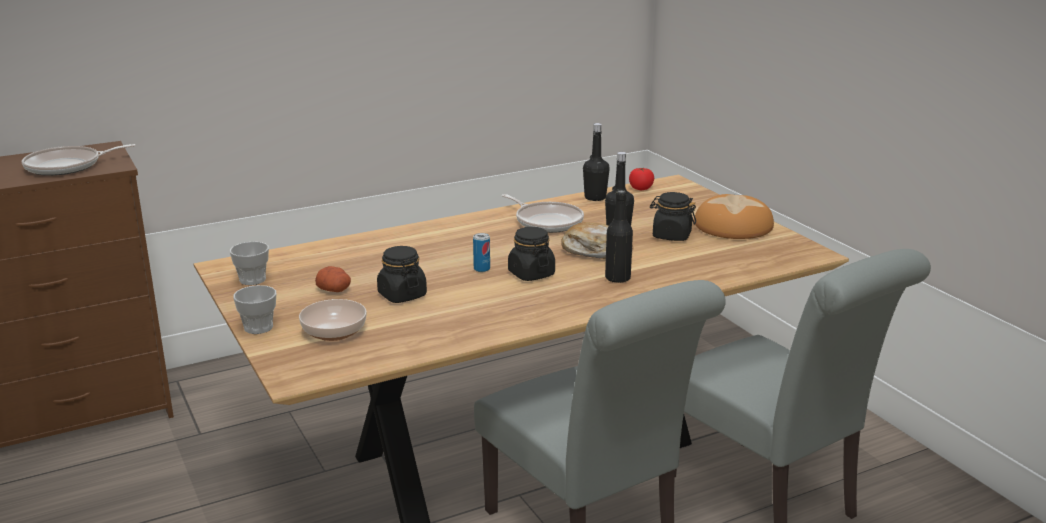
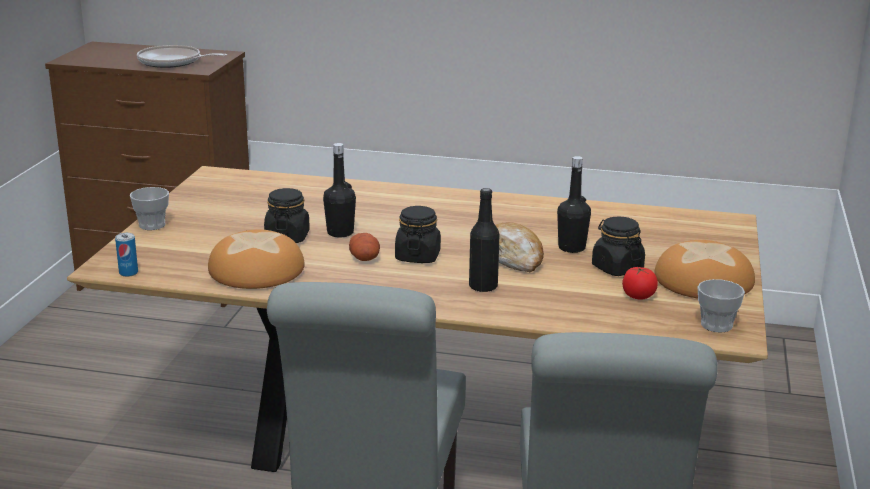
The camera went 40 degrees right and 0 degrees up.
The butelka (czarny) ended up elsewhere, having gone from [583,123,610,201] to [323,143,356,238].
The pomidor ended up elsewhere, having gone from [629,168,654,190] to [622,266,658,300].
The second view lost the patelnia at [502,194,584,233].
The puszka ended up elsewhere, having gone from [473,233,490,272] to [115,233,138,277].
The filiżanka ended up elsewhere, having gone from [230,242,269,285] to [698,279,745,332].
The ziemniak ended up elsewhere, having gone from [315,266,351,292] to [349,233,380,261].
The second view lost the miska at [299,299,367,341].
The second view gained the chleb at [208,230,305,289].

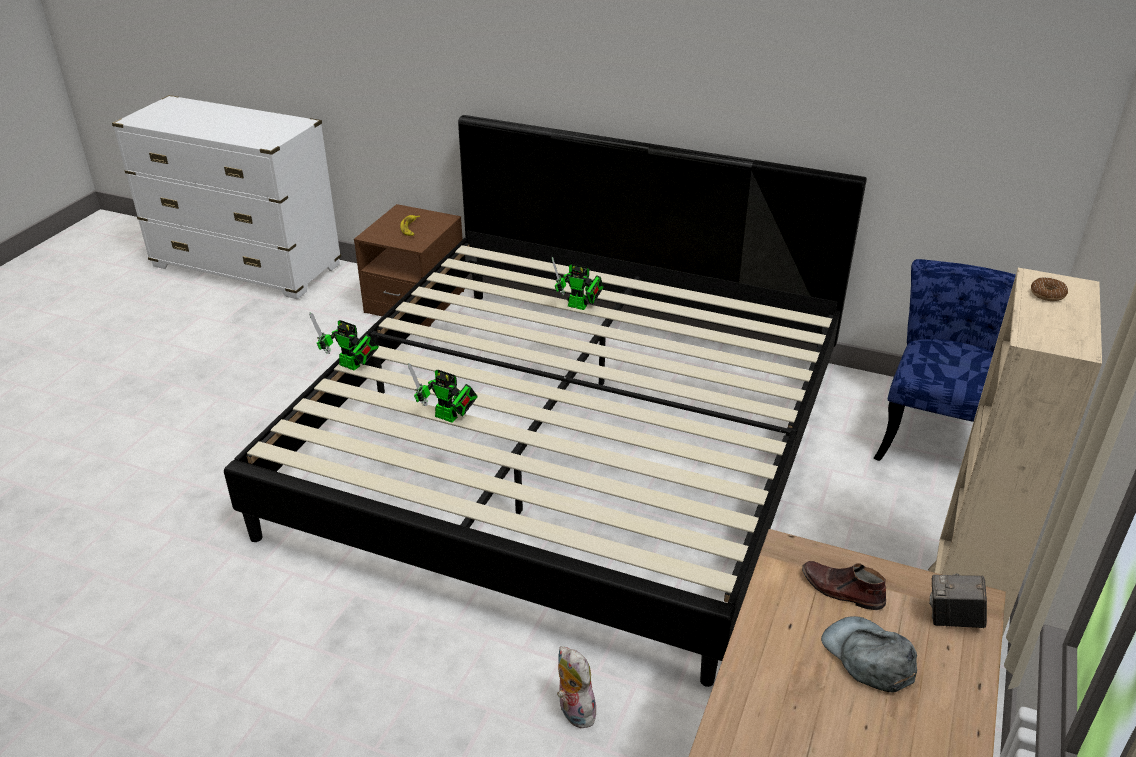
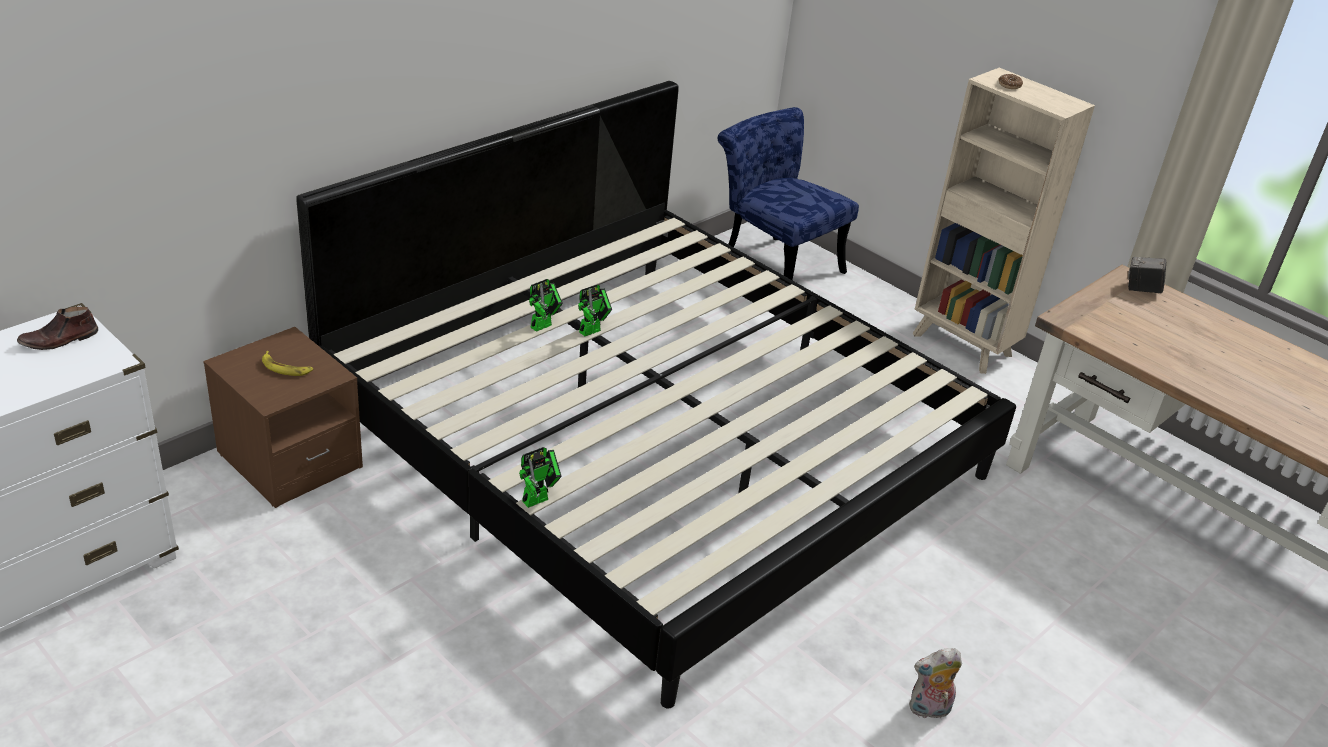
The camera went 70 degrees left and 0 degrees up.
The robot zabawkowy ended up elsewhere, having gone from [408,363,478,423] to [578,285,612,337].
The but (brązowy) ended up elsewhere, having gone from [802,561,886,610] to [17,307,98,350].
The aparat fotograficzny at [929,573,987,628] ended up facing another way, 75 degrees clockwise from before.
The second view lost the czapka z daszkiem (szary) at [821,616,917,693].
The pluszak ended up elsewhere, having gone from [557,646,600,728] to [909,648,962,718].

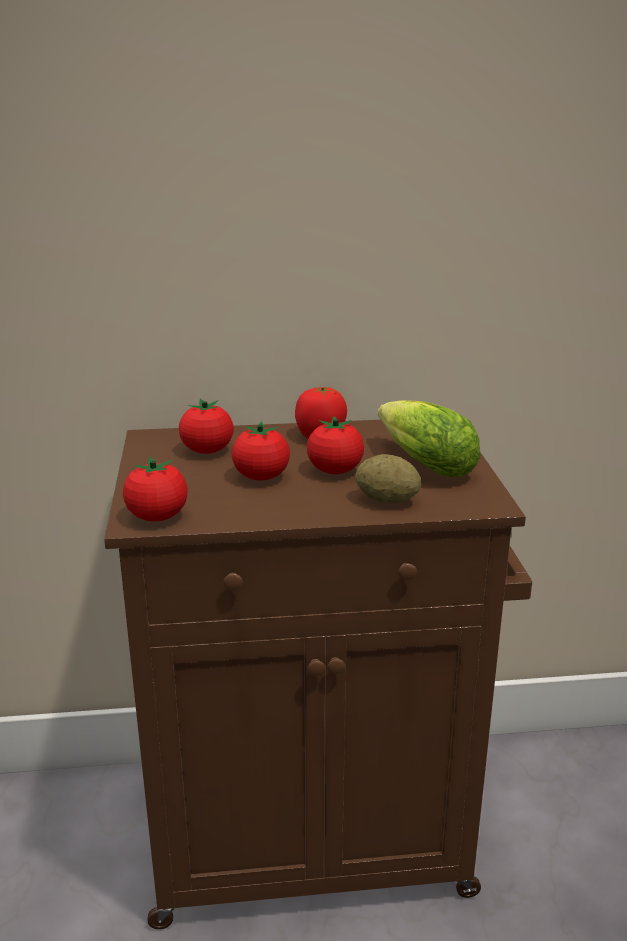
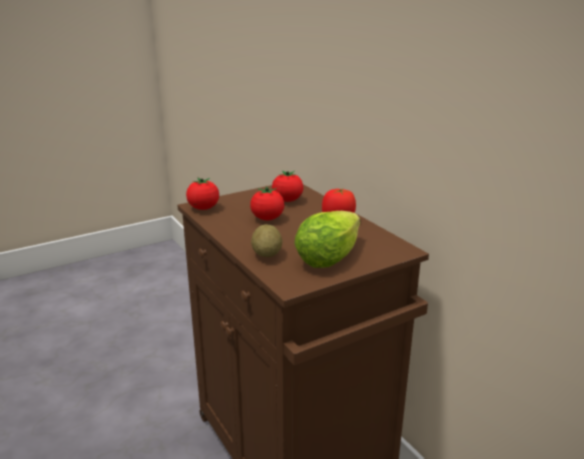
The camera went 65 degrees right and 0 degrees up.
The second view lost the pomidor at [307,416,364,474].

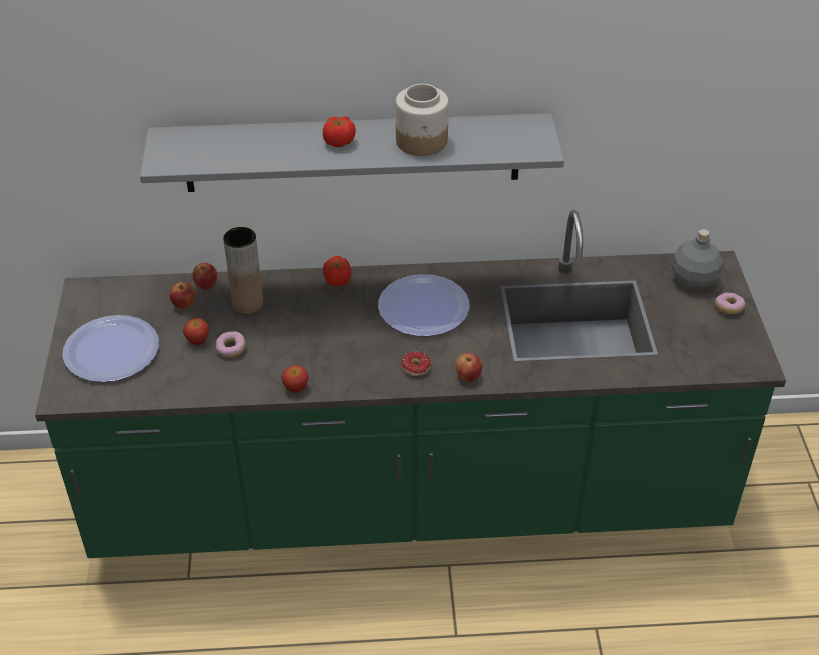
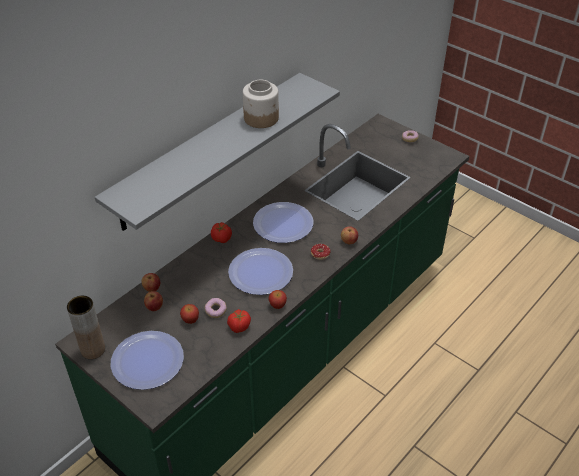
The camera went 45 degrees left and 0 degrees up.
The pomidor ended up elsewhere, having gone from [323,116,356,147] to [227,309,251,333].
The wazon (brązowy) ended up elsewhere, having gone from [223,227,263,314] to [67,296,105,359].
The second view lost the butelka (szary) at [672,229,723,289].
The second view gained the talerz at [228,248,293,295].

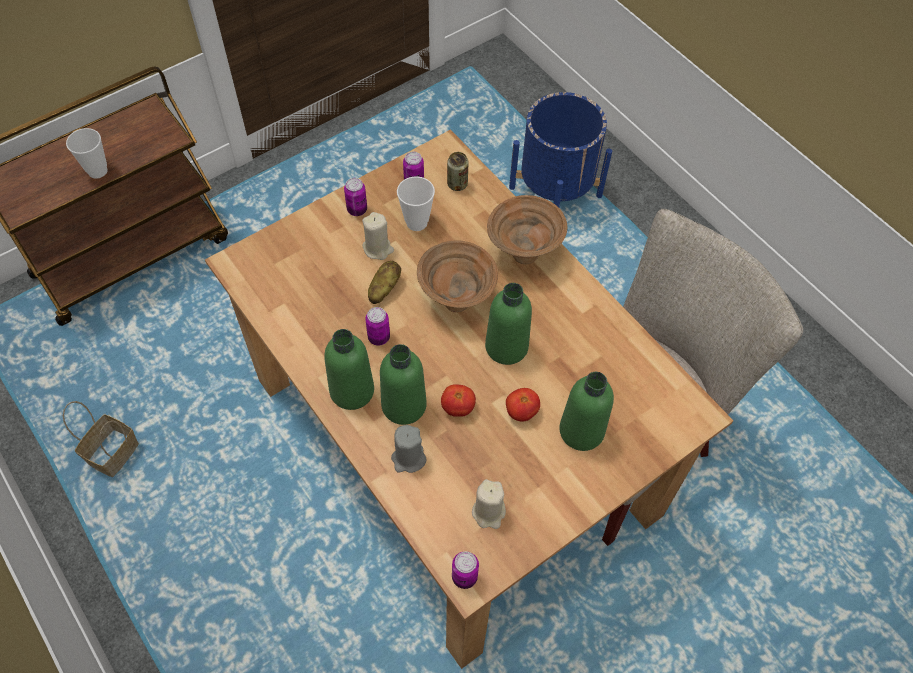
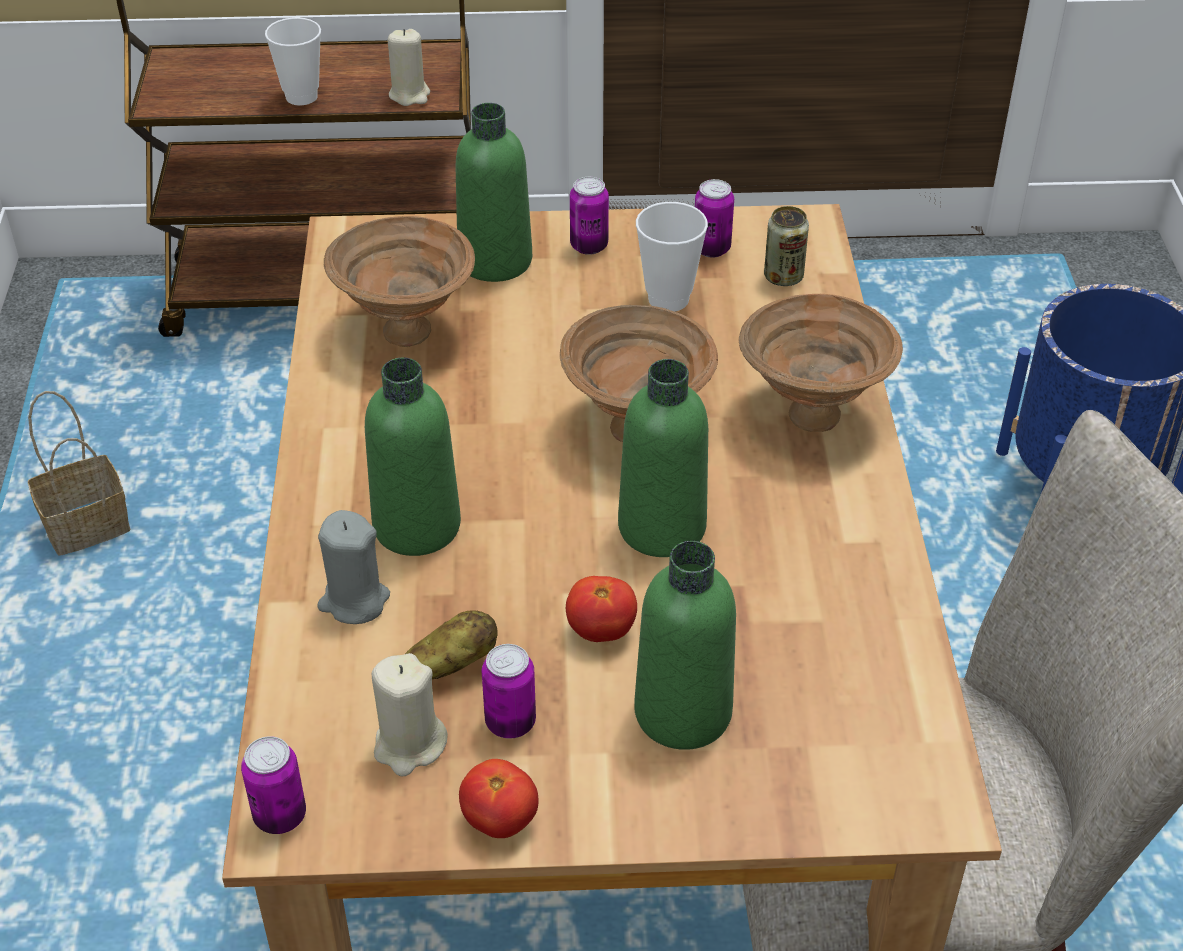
The camera went 35 degrees right and 15 degrees down.
The świeca (beżowy) ended up elsewhere, having gone from [362,212,394,260] to [388,29,430,106].
The ziemniak ended up elsewhere, having gone from [368,261,401,304] to [405,610,498,679].
The puszka ended up elsewhere, having gone from [365,307,390,346] to [482,644,536,739].
The butelka (zielony) ended up elsewhere, having gone from [324,329,374,410] to [455,103,532,282].
The pomidor ended up elsewhere, having gone from [441,384,476,417] to [459,759,539,838].
The second view gained the miska (brązowy) at [324,216,475,347].

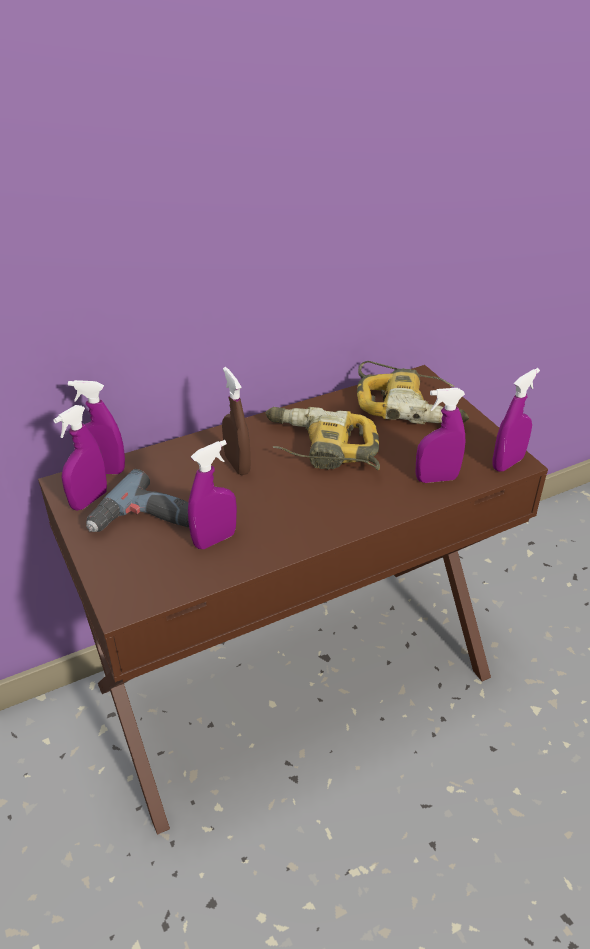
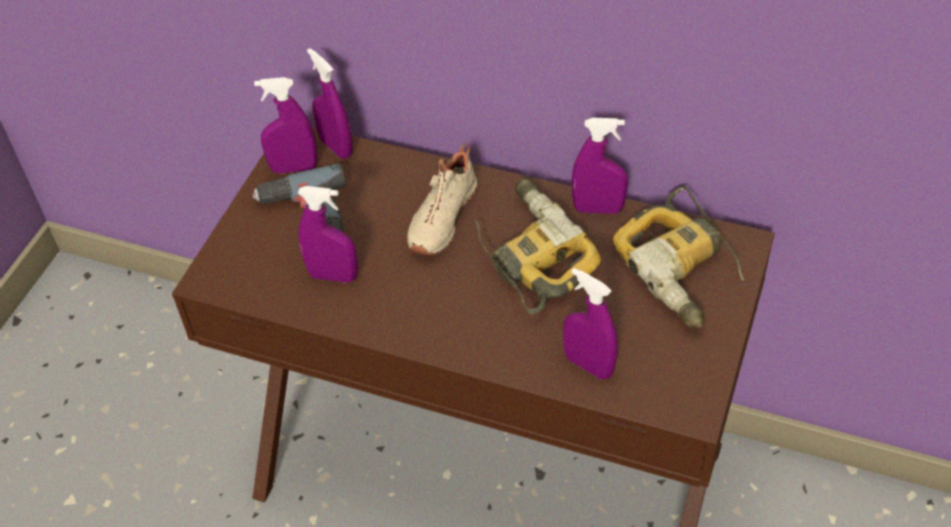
The camera went 50 degrees right and 10 degrees up.
Where the spryskiwacz (brązowy) stood at [222,367,251,475], the but (beżowy) came to stand at [407,143,478,255].
The spryskiwacz (fioletowy) ended up elsewhere, having gone from [493,368,540,472] to [572,118,628,214].

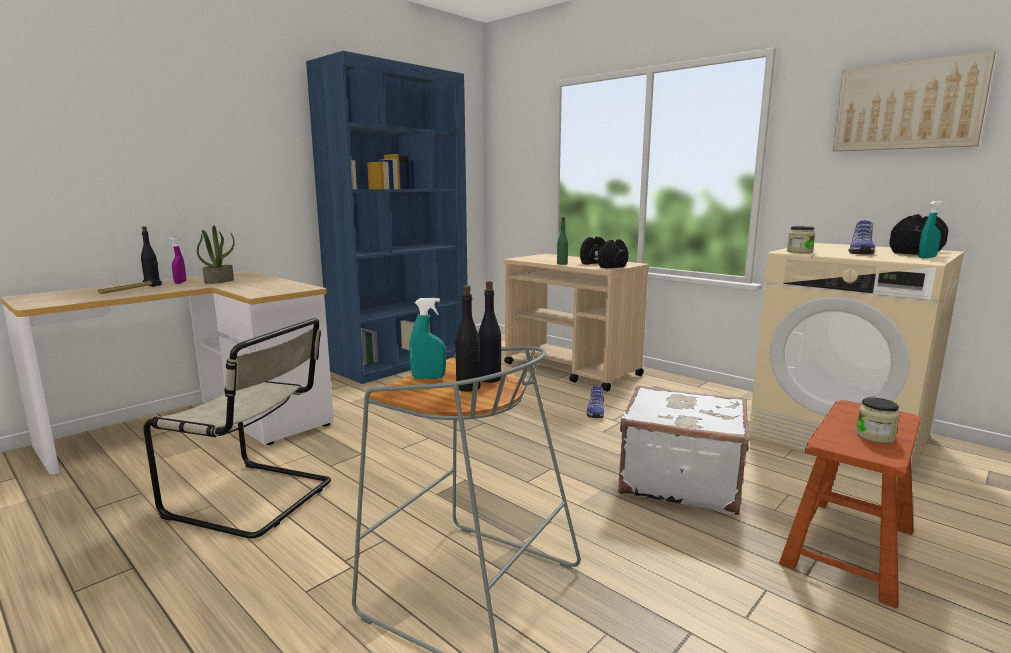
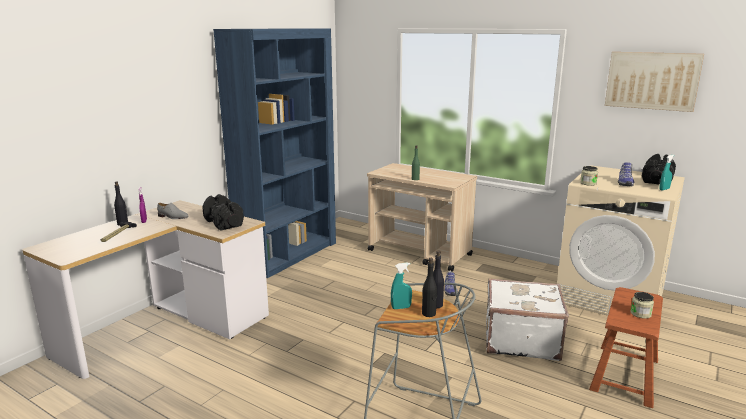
The camera went 10 degrees left and 5 degrees up.
Where the roślina doniczkowa stood at [197,226,235,284], the but (szary) came to stand at [157,203,188,219].
The hantel (czarny) ended up elsewhere, having gone from [580,237,629,269] to [202,194,244,230].
The second view lost the krzesło (beżowy) at [144,318,331,538].

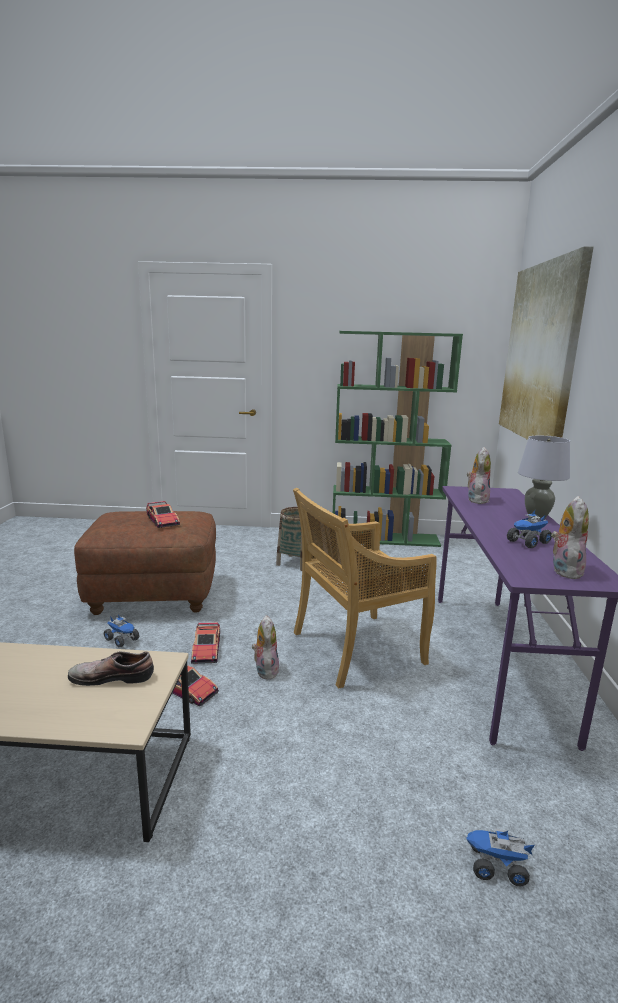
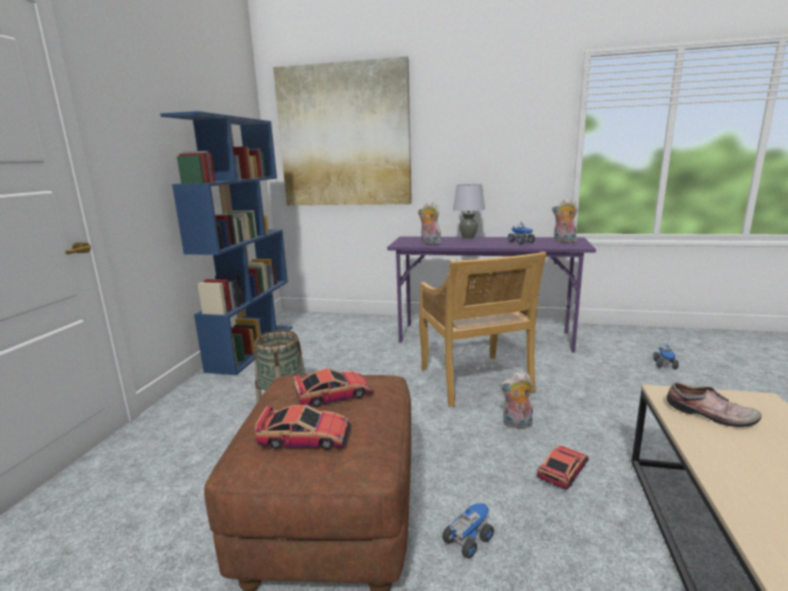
The camera went 80 degrees left and 0 degrees up.
What was the regał (zielony) at [333,331,463,547] turned into the regał (niebieski) at [160,111,292,375].
The samochodzik ended up elsewhere, having gone from [191,622,220,664] to [255,404,351,450].
The but at [68,651,154,686] ended up facing another way, 60 degrees counterclockwise from before.

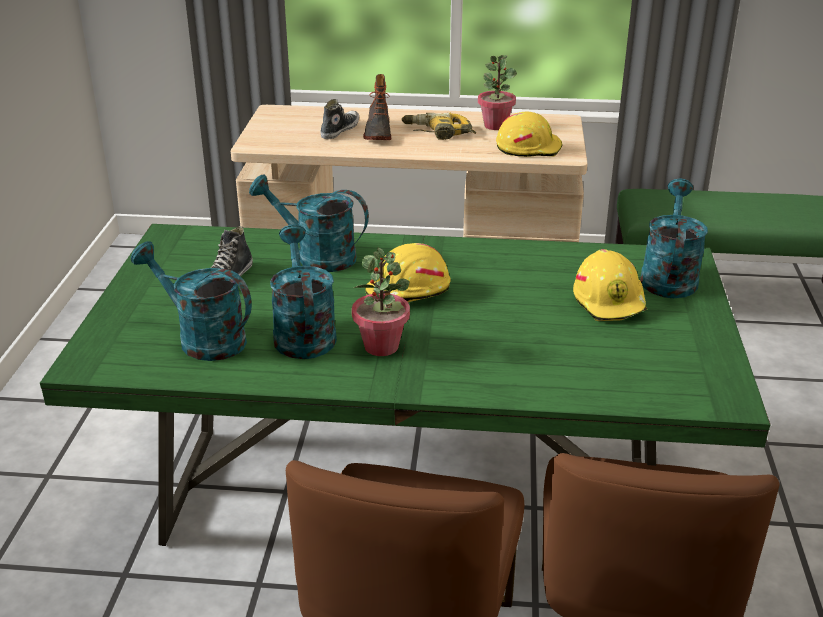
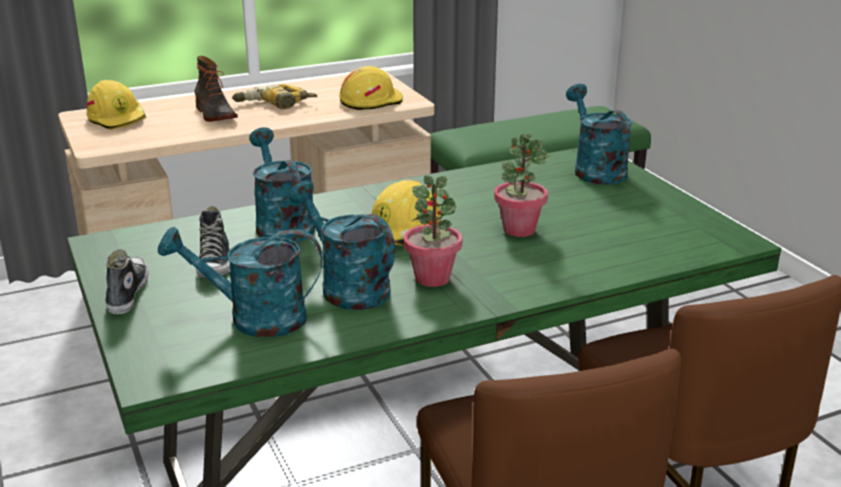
The camera went 30 degrees left and 5 degrees down.
The roślina doniczkowa ended up elsewhere, having gone from [478,55,517,130] to [494,133,550,237].
The but ended up elsewhere, having gone from [320,99,359,139] to [105,249,148,314].
The konewka (turkusowy) at [249,174,369,272] ended up facing another way, 75 degrees clockwise from before.
The kask (żółty) ended up elsewhere, having gone from [573,249,647,321] to [86,80,147,130].

